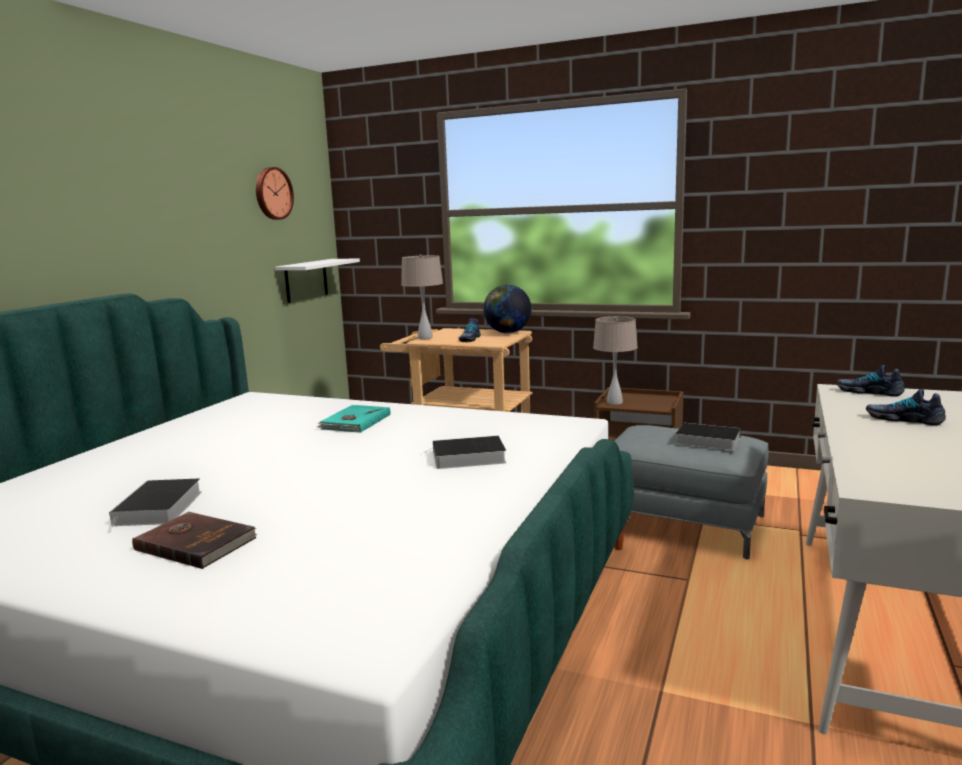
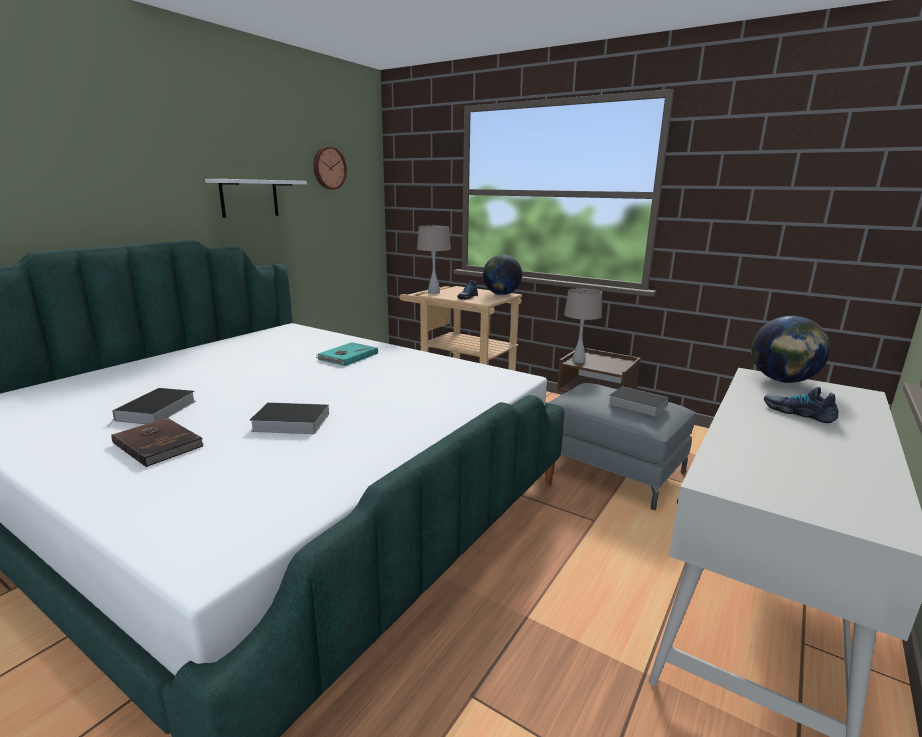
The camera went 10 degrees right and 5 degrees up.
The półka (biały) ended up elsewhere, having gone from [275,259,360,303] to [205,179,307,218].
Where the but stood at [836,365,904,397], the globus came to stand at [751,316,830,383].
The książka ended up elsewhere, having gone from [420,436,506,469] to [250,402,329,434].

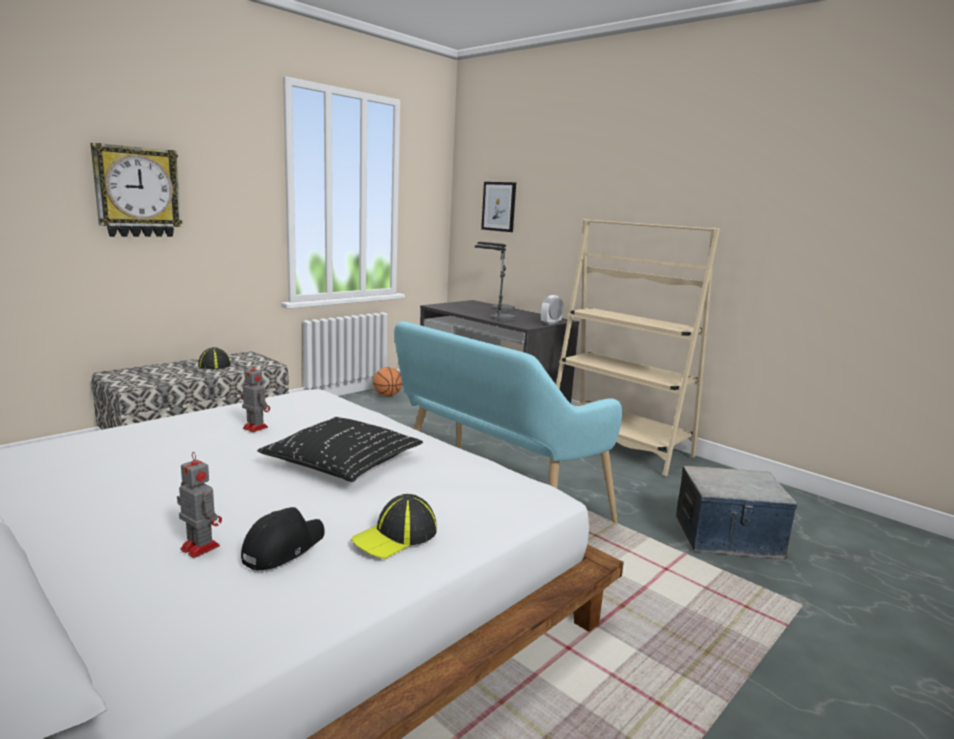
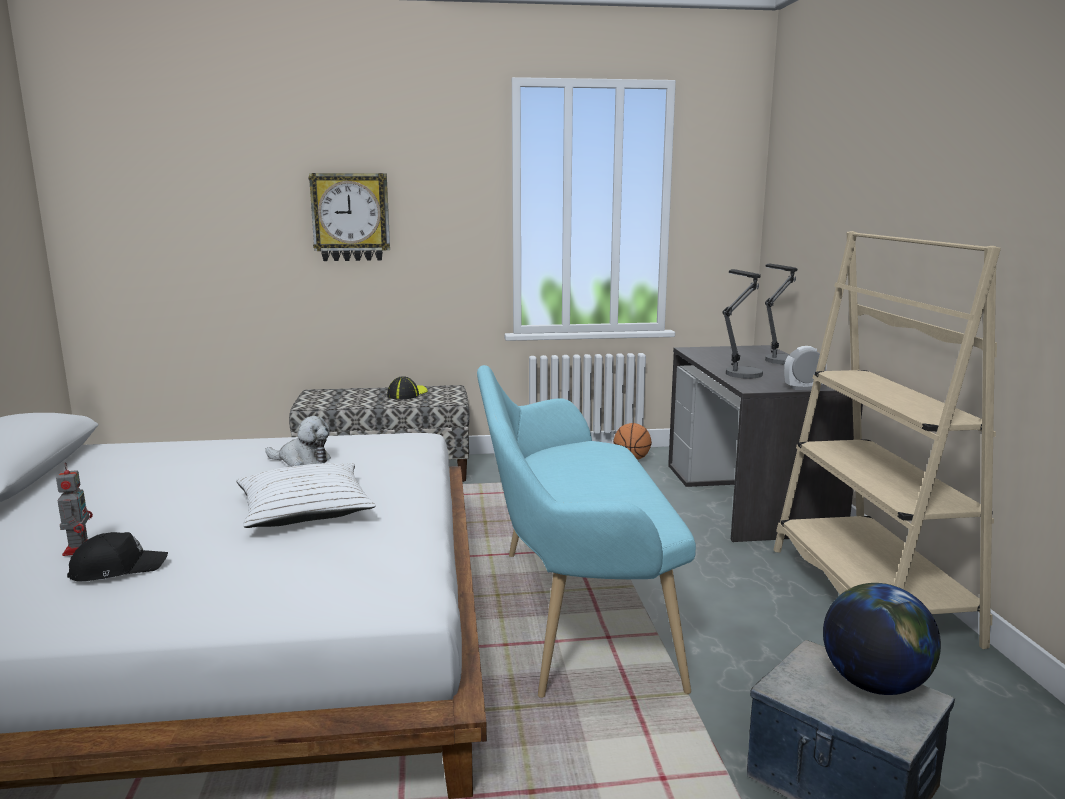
The camera went 40 degrees right and 0 degrees up.
The second view lost the obraz at [481,182,516,232].
Where the robot zabawkowy stood at [240,363,270,432], the pluszak came to stand at [265,416,331,466].
What was the poduszka (czarny) at [257,417,423,482] turned into the poduszka (biały) at [236,463,376,528].
The second view lost the czapka z daszkiem at [351,494,437,559].
The second view gained the globus at [823,583,941,695].

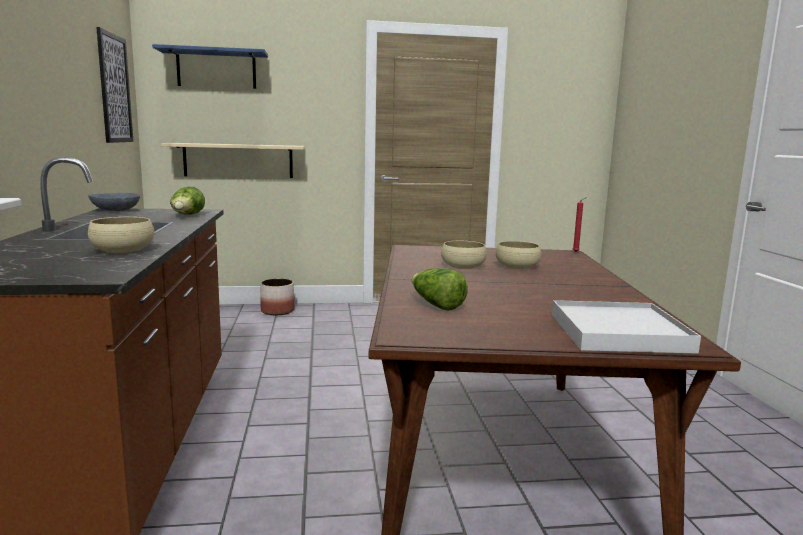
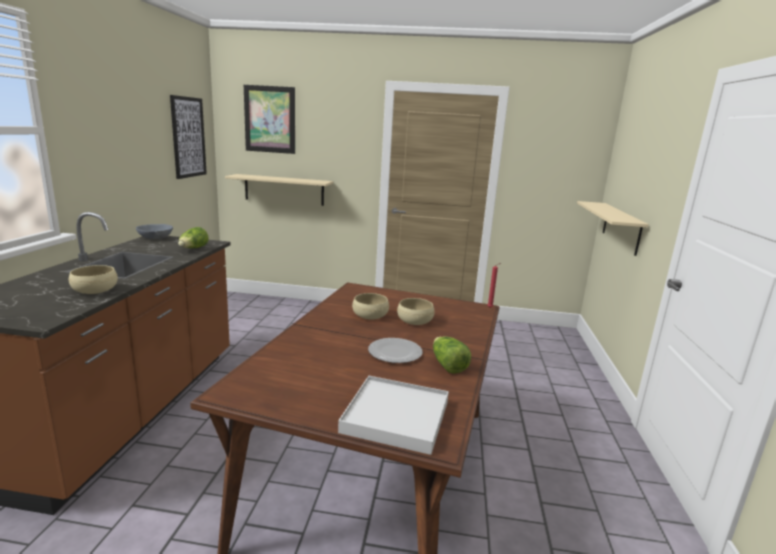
The camera went 15 degrees right and 5 degrees up.
Where the półka (niebieski) hung at [152,44,268,89], the obraz came to hang at [244,85,295,154].
The sałata ended up elsewhere, having gone from [412,268,468,311] to [433,336,471,374].
The second view lost the donica at [260,279,294,315].
The second view gained the półka (beżowy) at [577,201,649,256].
The second view gained the talerz at [368,338,423,363].

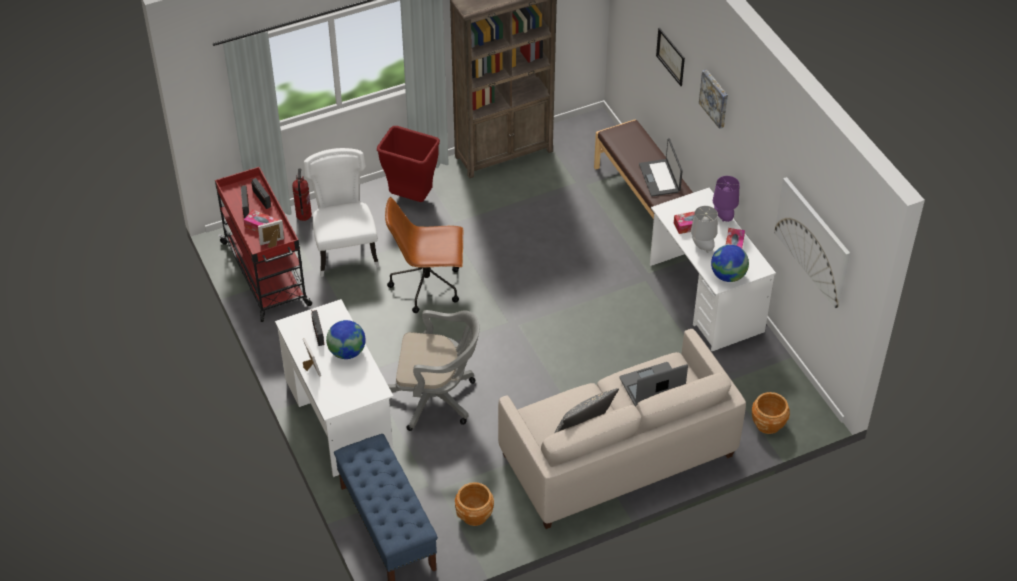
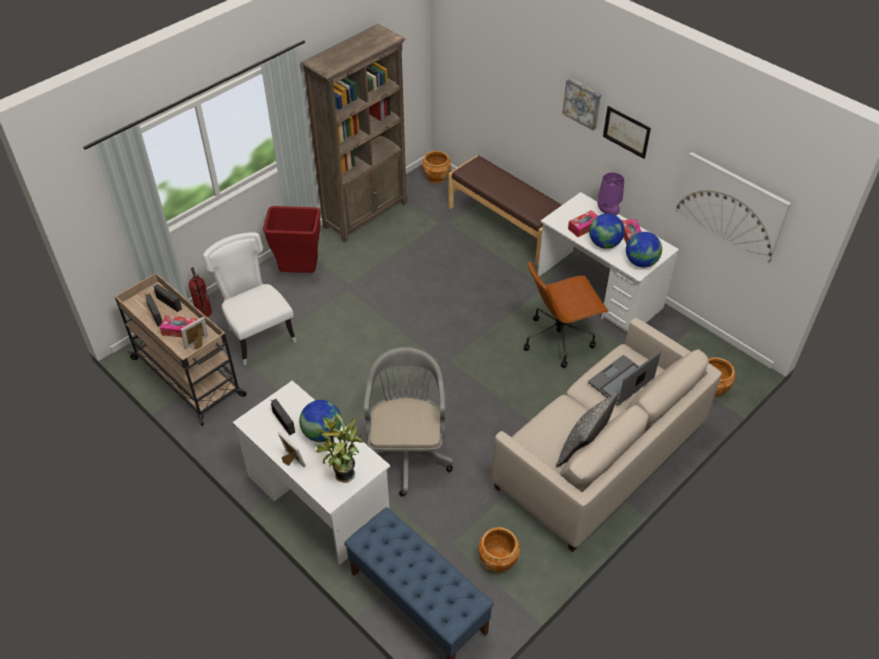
The camera went 20 degrees left and 0 degrees up.
The obraz ended up elsewhere, having gone from [656,28,685,86] to [603,106,651,159].
The second view lost the laptop at [639,138,683,197].
What was the wózek (czerwony) at [215,167,312,322] turned into the wózek (beżowy) at [115,273,247,426].
The krzesło biurowe (brązowy) ended up elsewhere, having gone from [385,197,463,313] to [524,261,609,368].
Where the lampa stołowa (szary) stood at [691,206,718,253], the globus came to stand at [589,213,625,249].
The krzesło biurowe (szary) at [387,310,480,431] ended up facing another way, 75 degrees counterclockwise from before.
The second view gained the donica (brązowy) at [422,151,451,183].
The second view gained the roślina doniczkowa at [314,414,363,483].

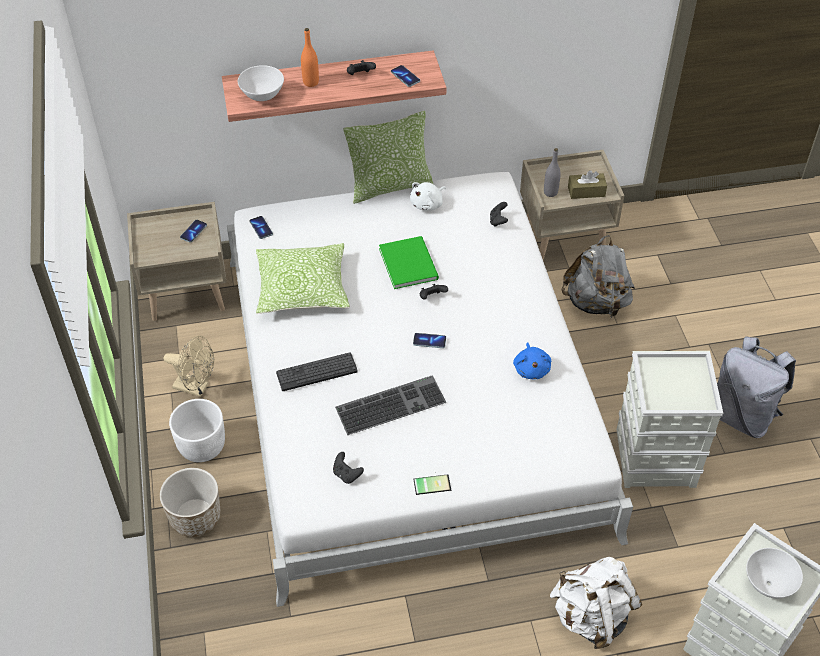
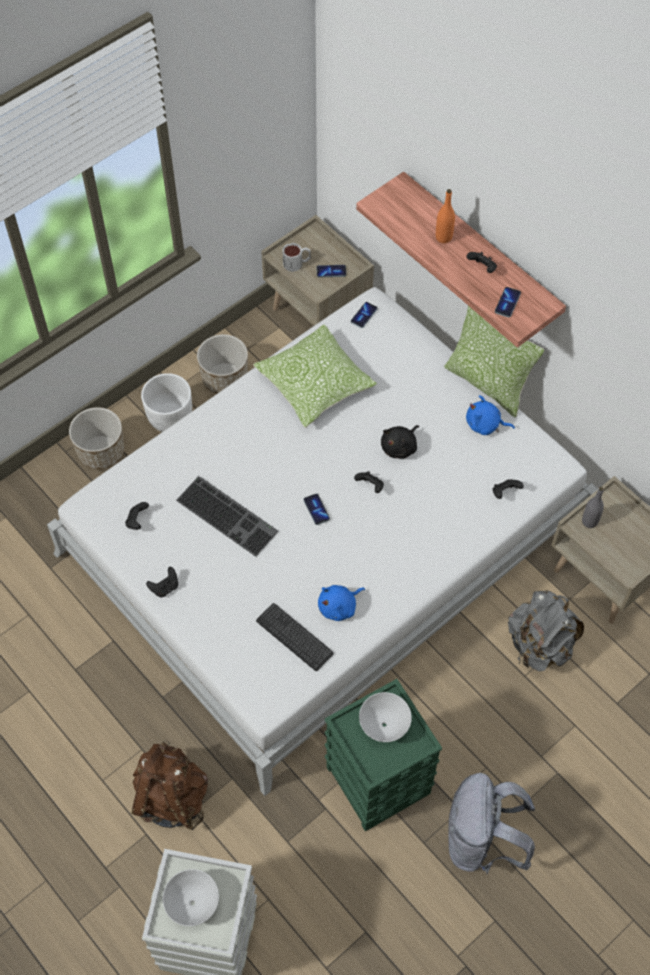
The camera went 60 degrees right and 10 degrees up.
The miska (biały) ended up elsewhere, having gone from [238,65,284,101] to [359,692,412,742].
The second view lost the pudełko chusteczek (brązowy) at [568,170,607,199].
What was the pluszak (biały) at [410,182,446,211] turned into the pluszak (niebieski) at [466,395,515,435].
Where the książka (zielony) stood at [379,236,439,289], the pluszak (czarny) came to stand at [381,425,419,458].
Where the wentylator (beżowy) stood at [164,336,214,397], the donica came to stand at [197,334,248,394].
What was the pojemnik do przechowywania (szary) at [616,351,723,488] turned into the pojemnik do przechowywania (zielony) at [325,679,442,832].
The klawiatura ended up elsewhere, having gone from [276,352,358,391] to [256,603,334,671].
Where the telefon stood at [413,474,451,495], the pad do gier (czarny) came to stand at [146,567,178,597].
What was the plecak (biały) at [550,557,642,649] turned into the plecak (brązowy) at [131,740,208,831].
The second view gained the kubek at [282,243,311,272].

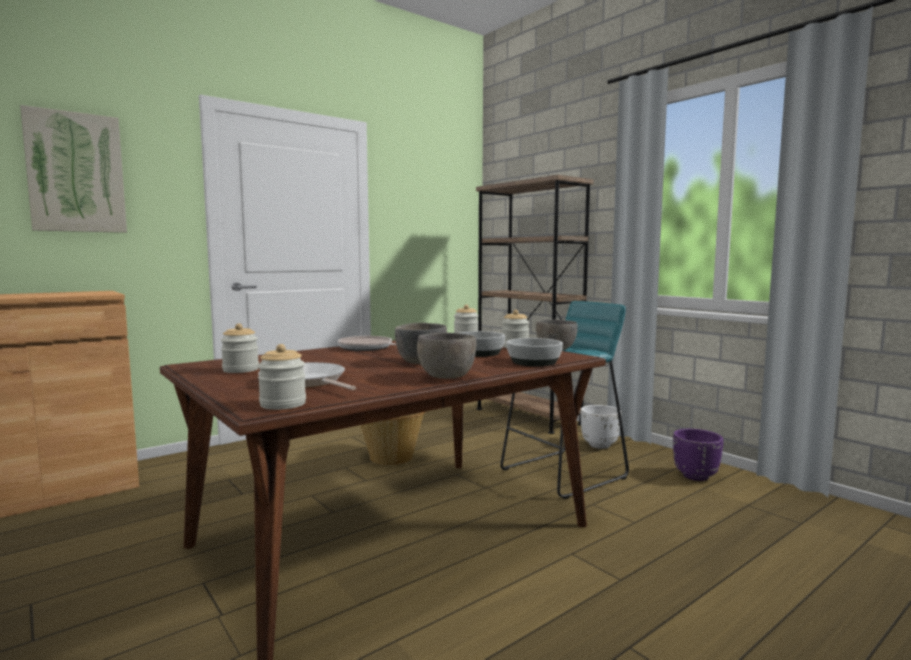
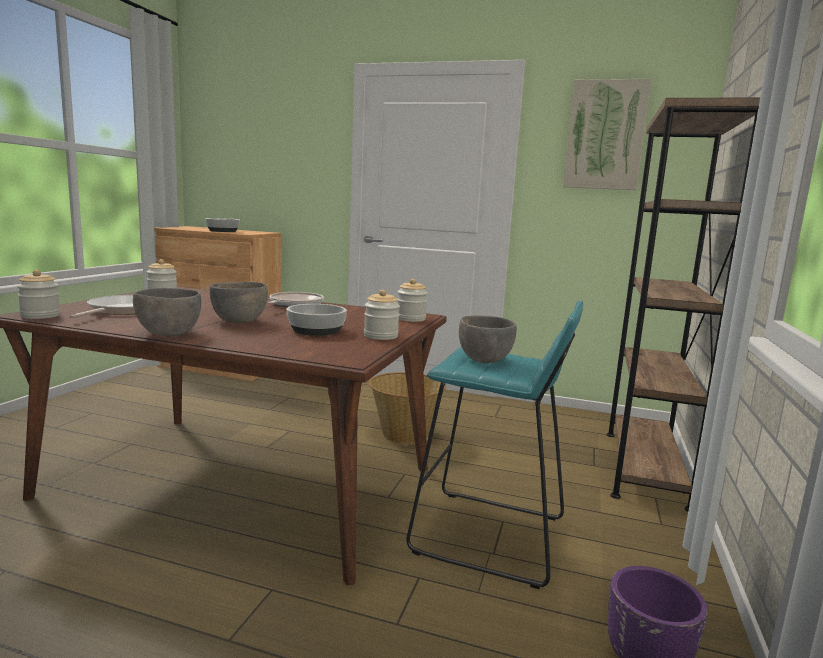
The camera went 55 degrees right and 5 degrees up.
The obraz ended up elsewhere, having gone from [20,105,127,233] to [563,79,651,190].
The miska ended up elsewhere, having gone from [506,338,563,366] to [205,218,240,232].
The second view lost the donica (biały) at [581,405,622,449].

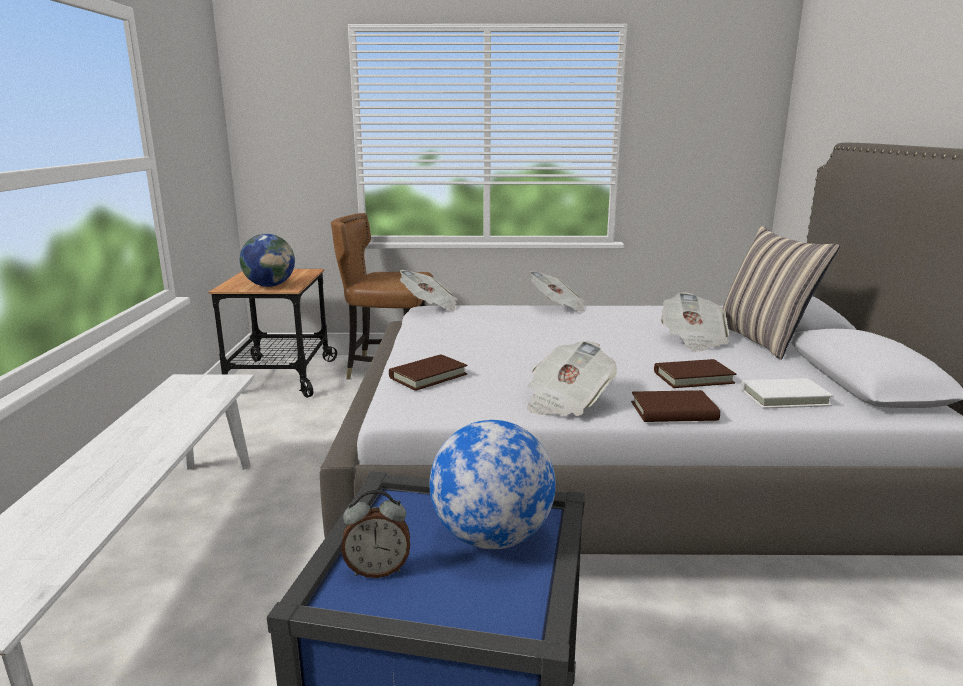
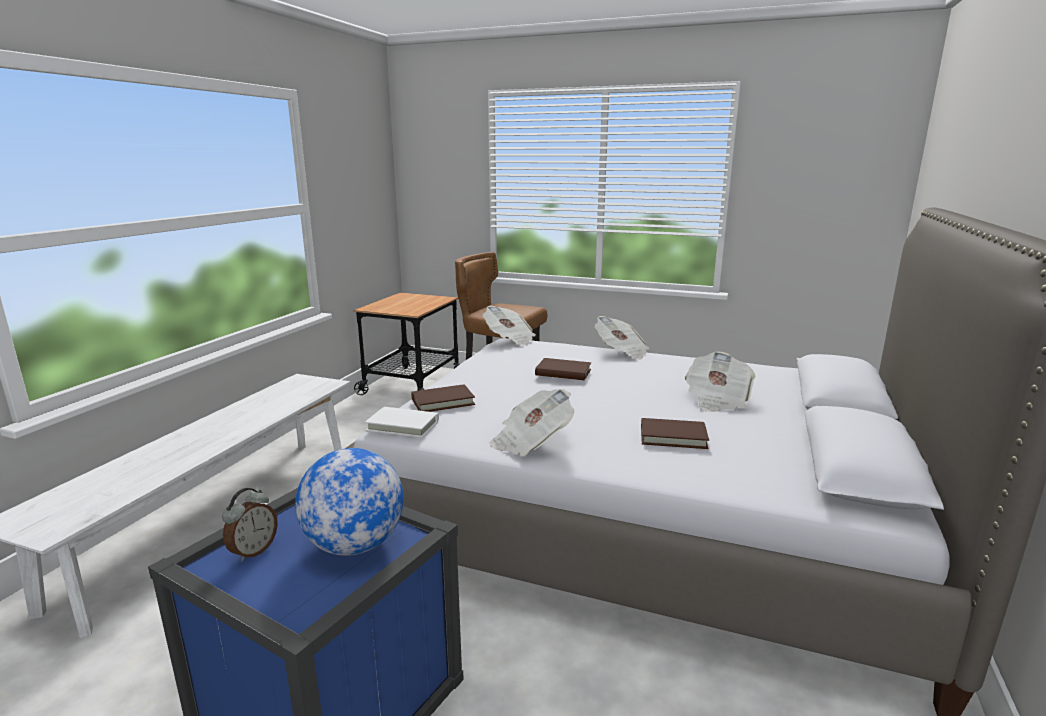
The camera went 20 degrees right and 0 degrees up.
The second view lost the poduszka at [723,226,840,360].
The second view lost the globus at [240,234,295,287].
The książka (biały) ended up elsewhere, having gone from [741,378,834,409] to [365,407,439,438].
The książka (brązowy) ended up elsewhere, having gone from [631,390,720,422] to [535,358,591,380].
The budzik at [341,490,410,578] ended up facing another way, 75 degrees counterclockwise from before.

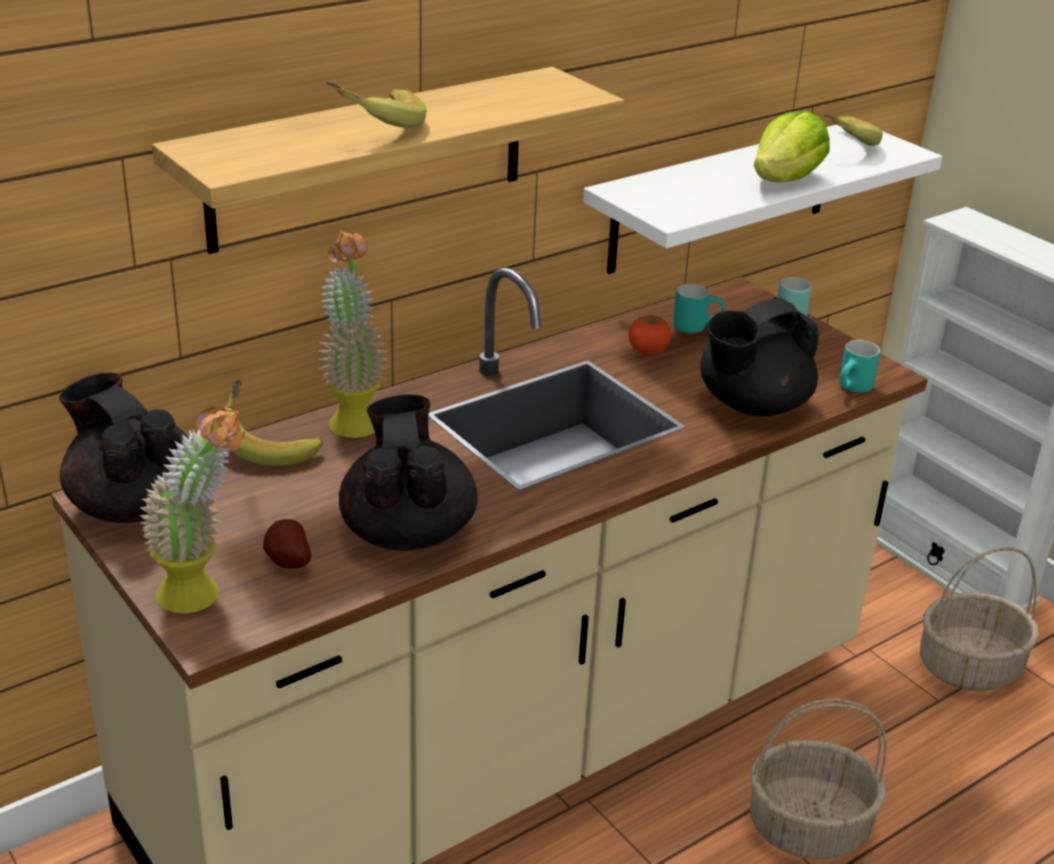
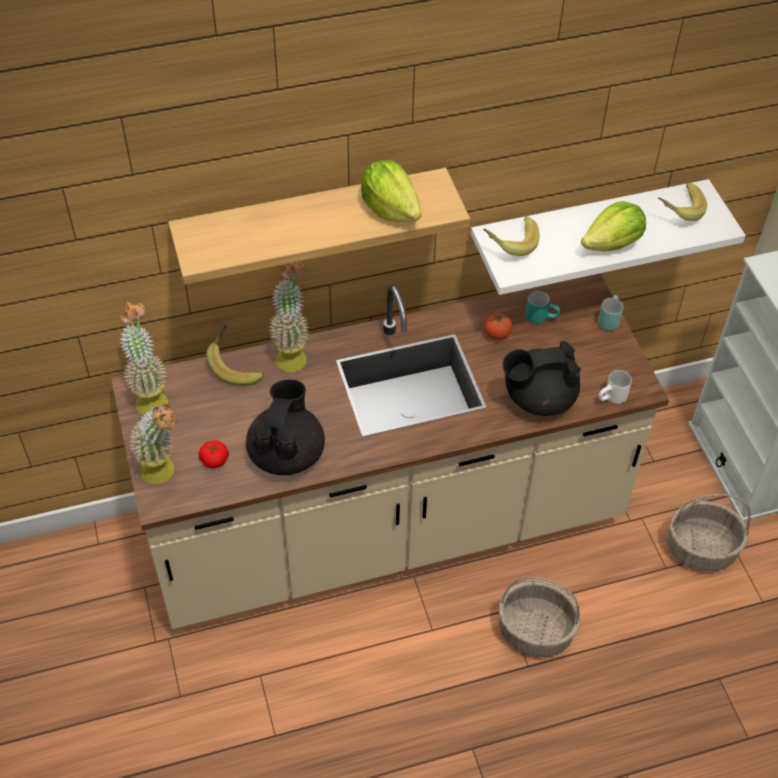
The camera went 20 degrees right and 20 degrees up.
The banan ended up elsewhere, having gone from [326,82,427,128] to [483,216,540,256].
What was the kubek (turkusowy) at [839,340,880,393] turned into the kubek (biały) at [598,370,632,404].
Where the imbryk (czarny) stood at [59,373,189,523], the roślina doniczkowa came to stand at [120,302,168,415].
Where the ziemniak stood at [263,519,311,569], the pomidor came to stand at [198,440,229,468].
The second view gained the sałata at [361,160,422,222].

